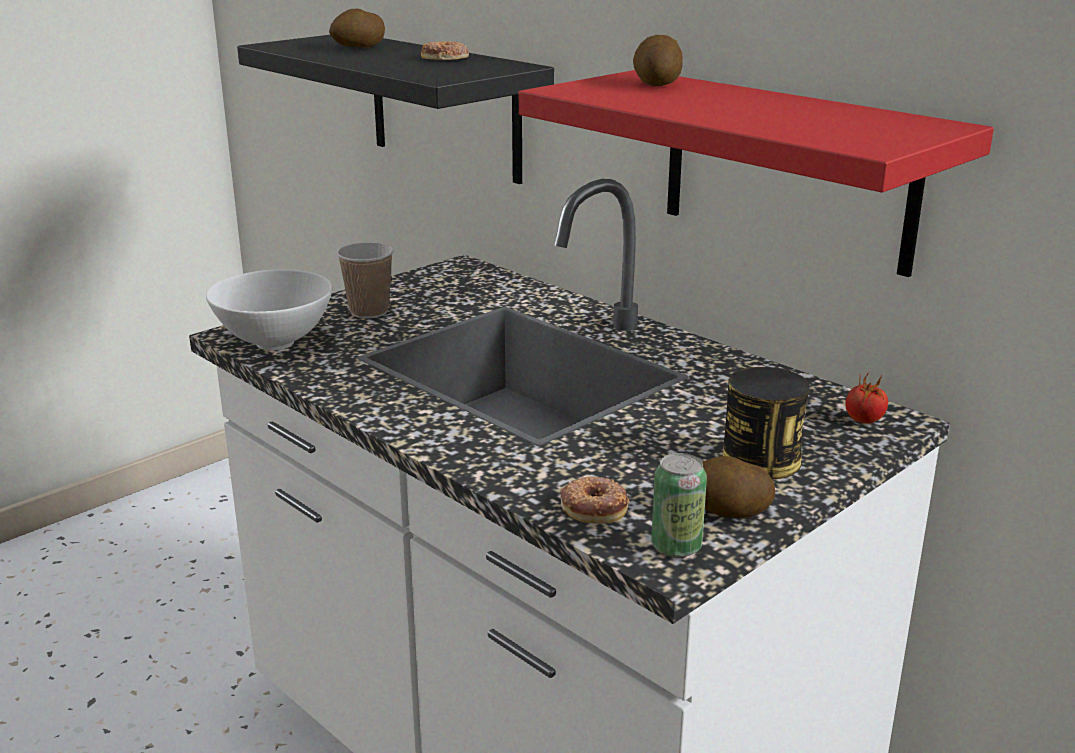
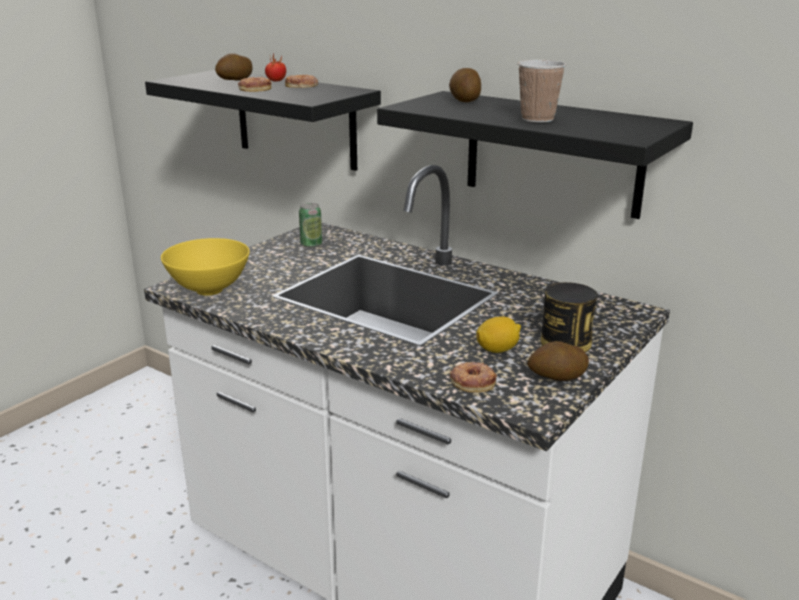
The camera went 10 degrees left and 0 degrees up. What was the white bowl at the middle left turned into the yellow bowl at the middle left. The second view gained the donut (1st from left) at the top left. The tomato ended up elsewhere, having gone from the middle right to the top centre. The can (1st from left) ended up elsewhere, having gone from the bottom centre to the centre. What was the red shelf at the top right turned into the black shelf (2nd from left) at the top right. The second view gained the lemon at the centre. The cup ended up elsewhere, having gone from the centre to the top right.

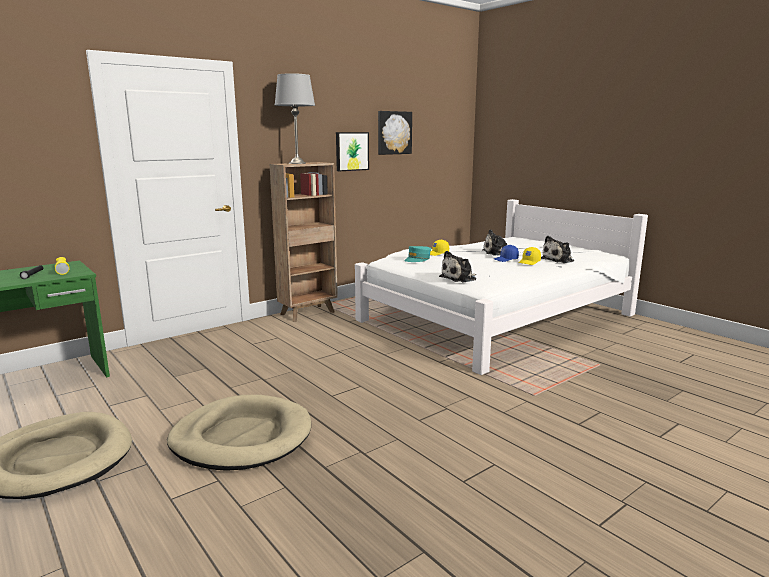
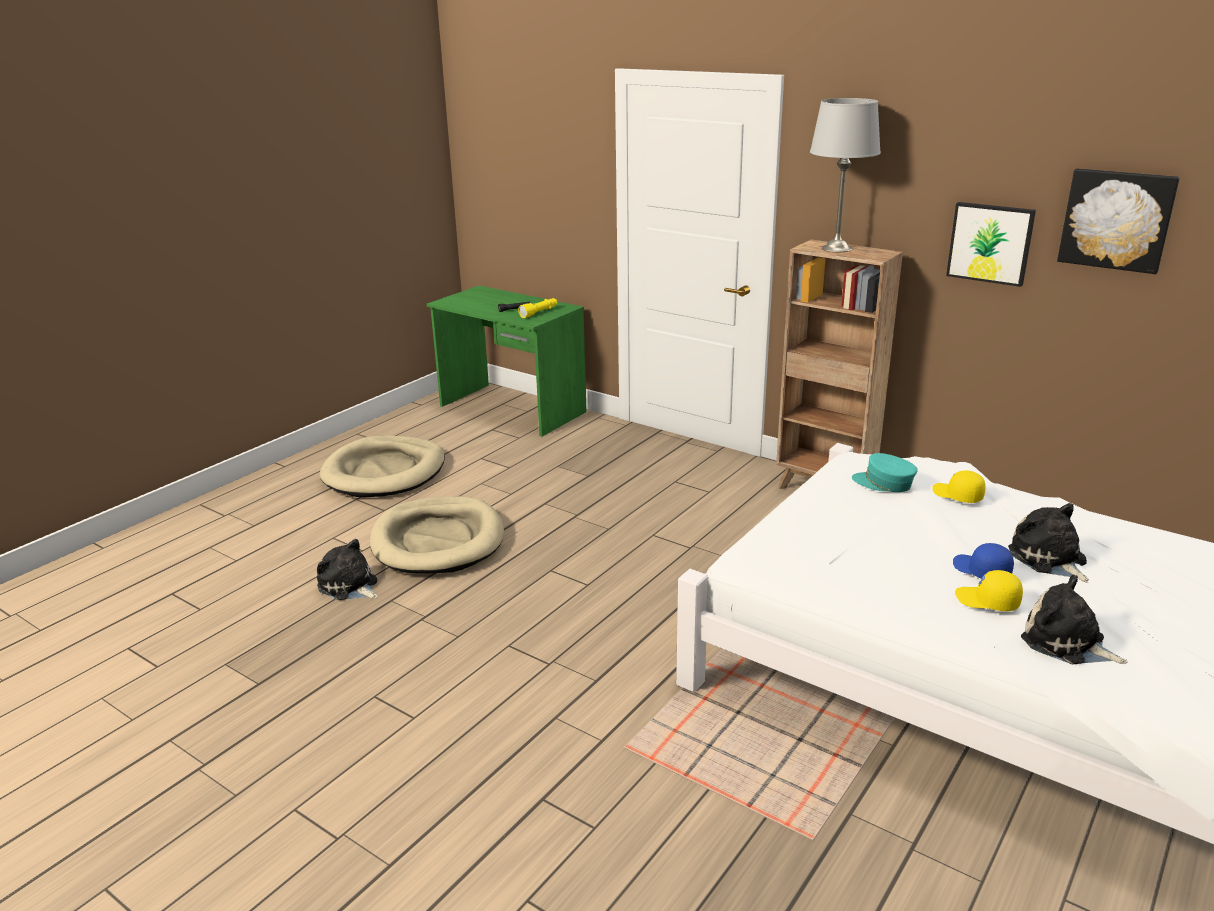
The camera went 75 degrees right and 10 degrees up. The plush toy (1st from left) ended up elsewhere, having gone from the centre to the middle left.

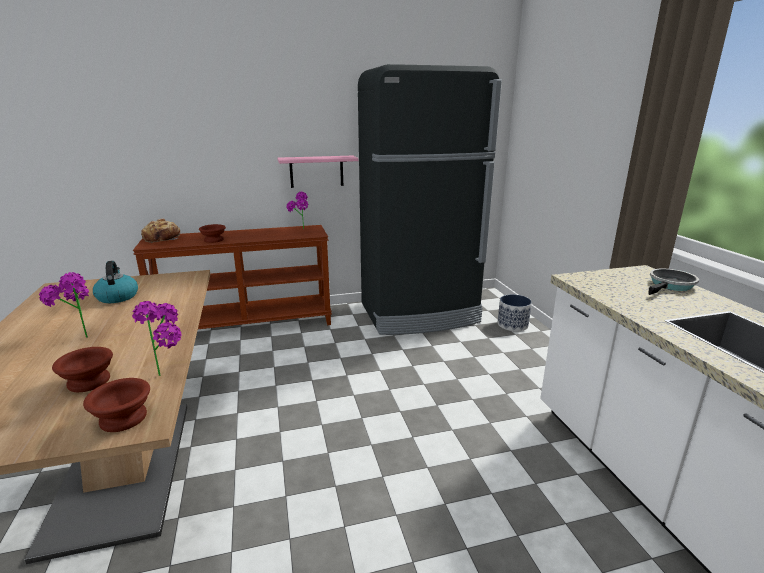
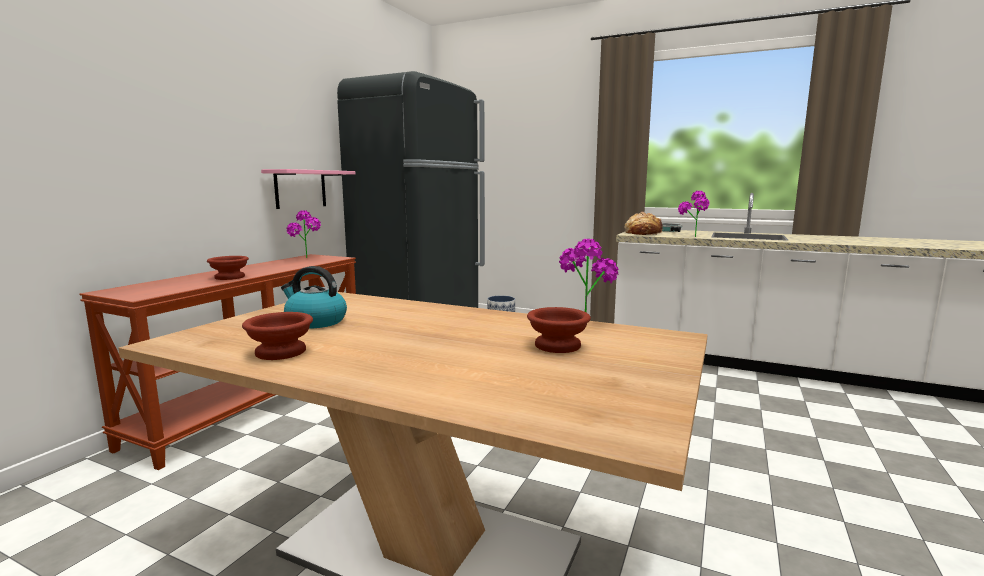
The camera went 50 degrees left and 10 degrees down. The brown bowl (2nd from left) ended up elsewhere, having gone from the bottom left to the middle left. The bread ended up elsewhere, having gone from the middle left to the centre. The potted plant (1st from left in the first image) ended up elsewhere, having gone from the middle left to the middle right.

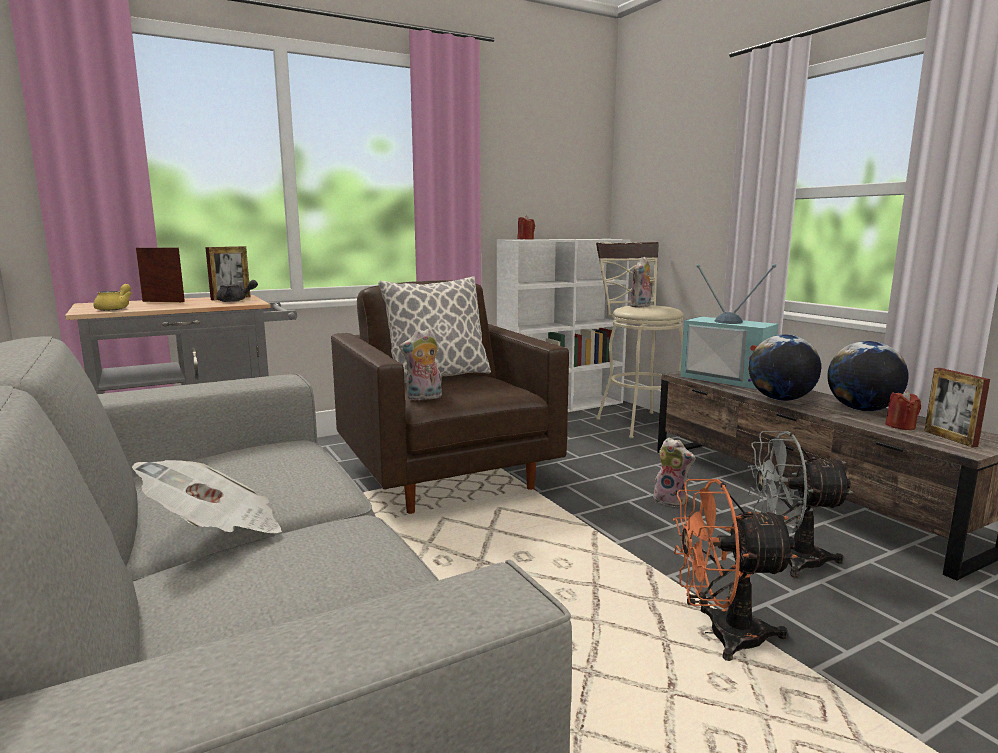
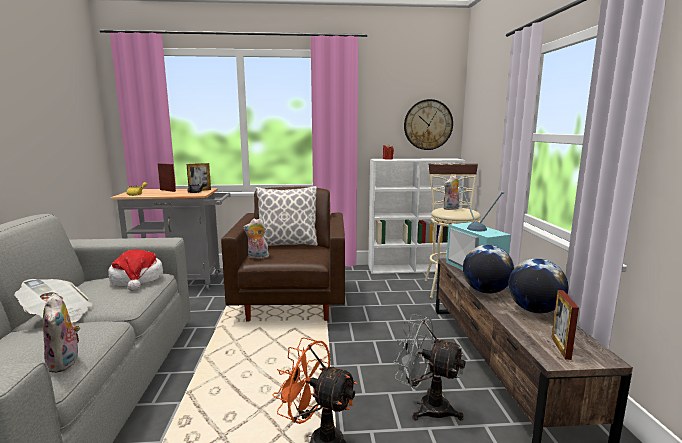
The camera went 25 degrees right and 0 degrees up. The plush toy (3rd from left in the first image) ended up elsewhere, having gone from the middle right to the bottom left. The second view gained the hat at the middle left. The second view gained the wall clock at the top centre. The second view lost the red candle (2nd from left) at the middle right.

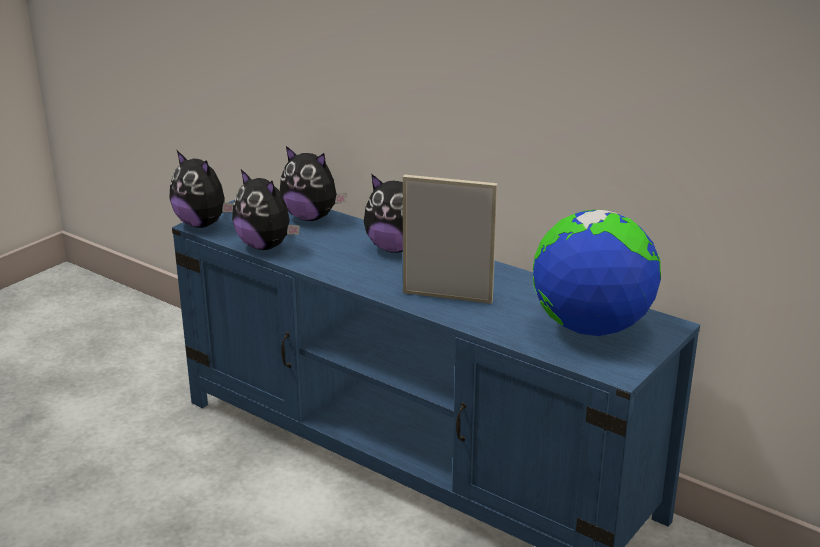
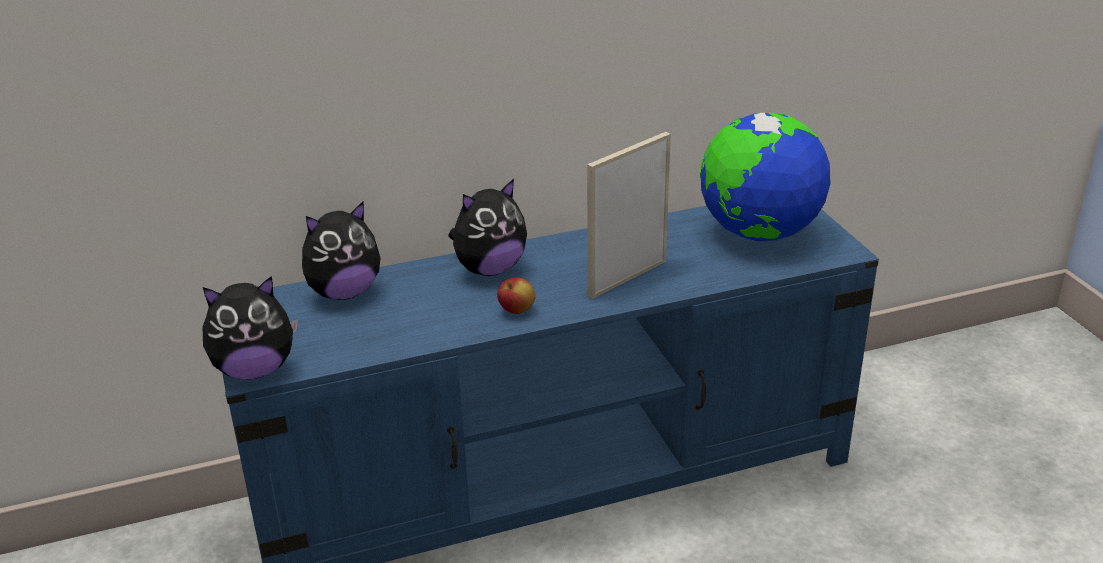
The camera went 55 degrees left and 5 degrees up. The second view gained the apple at the centre. The second view lost the plush toy (2nd from left) at the middle left.

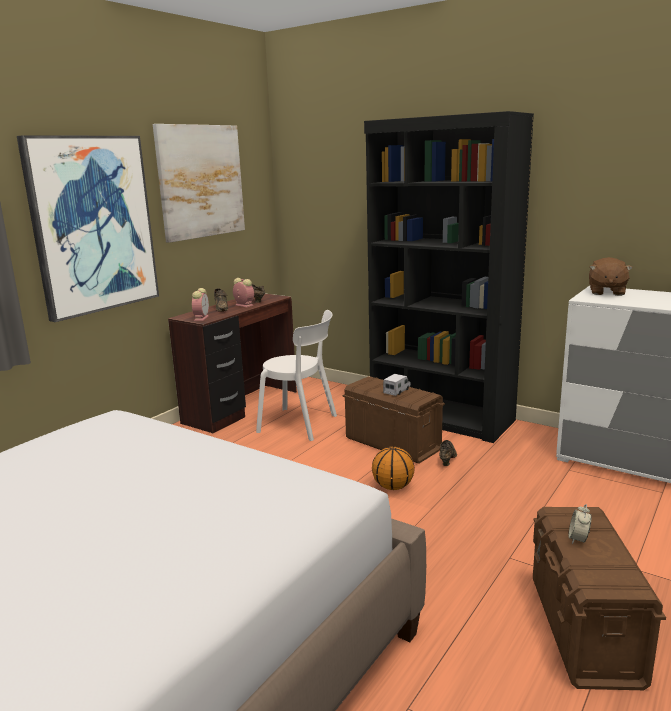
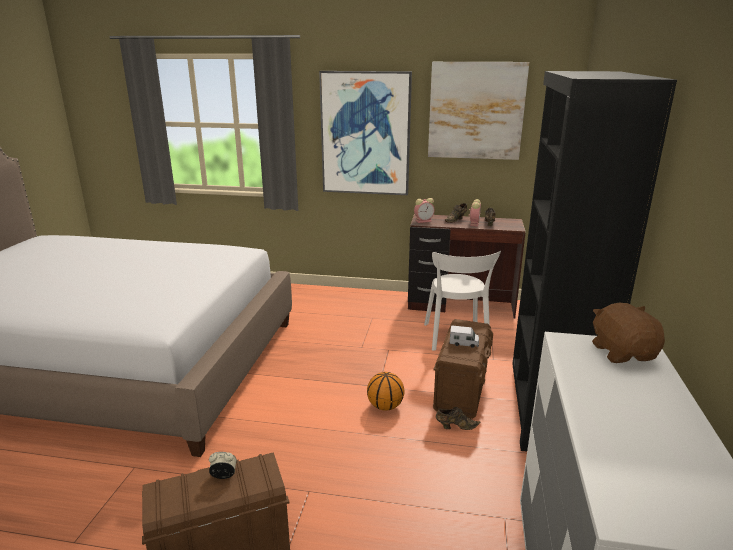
The camera went 65 degrees right and 5 degrees up. The brown plush toy at the middle right ended up facing another way, 90 degrees clockwise from before.

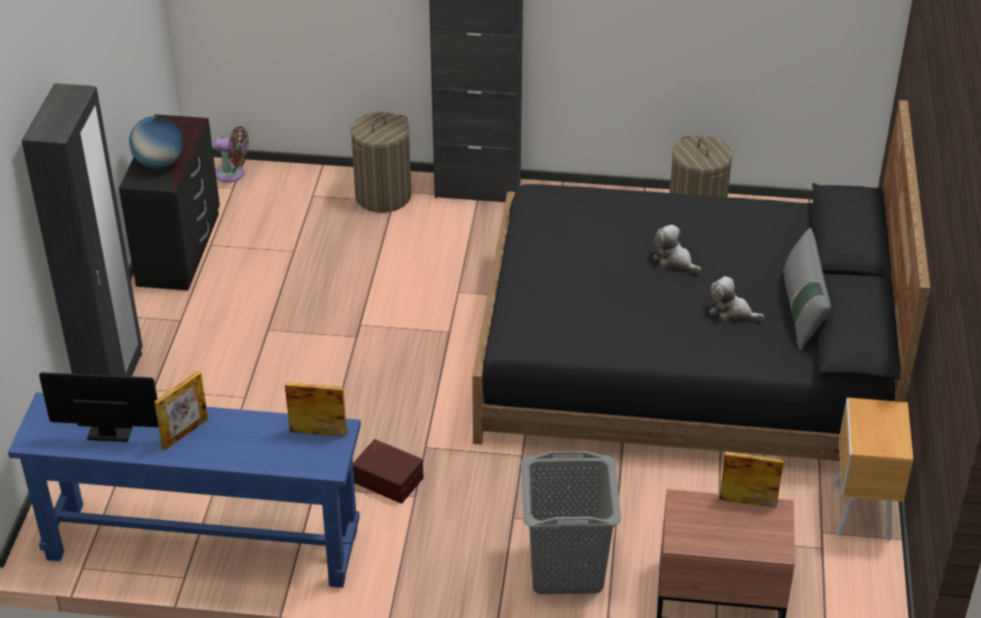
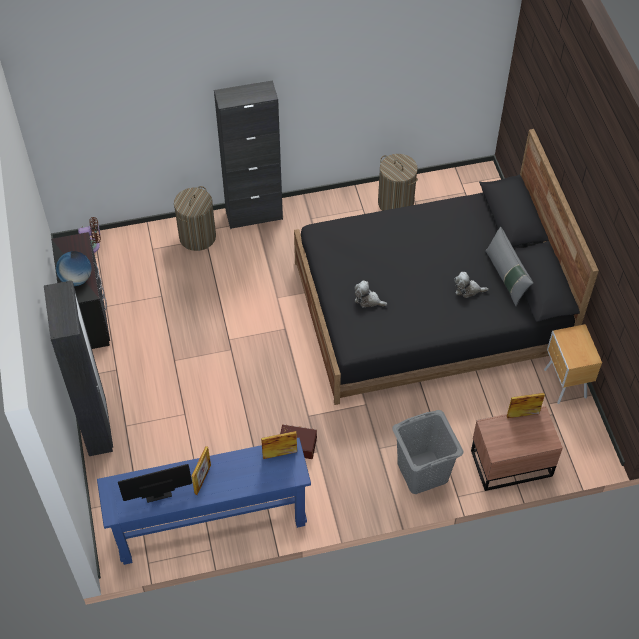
The camera went 20 degrees left and 15 degrees up. The plush toy (1st from left) ended up elsewhere, having gone from the middle right to the centre.

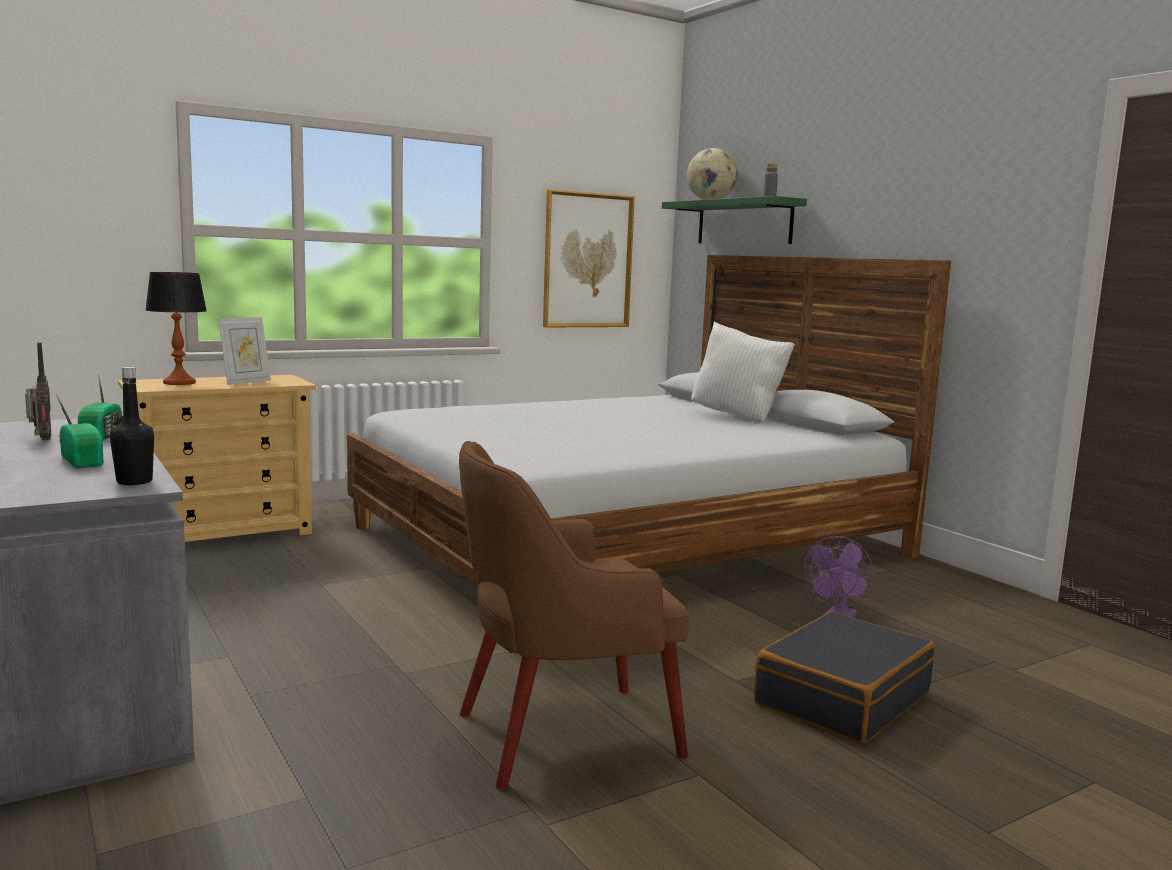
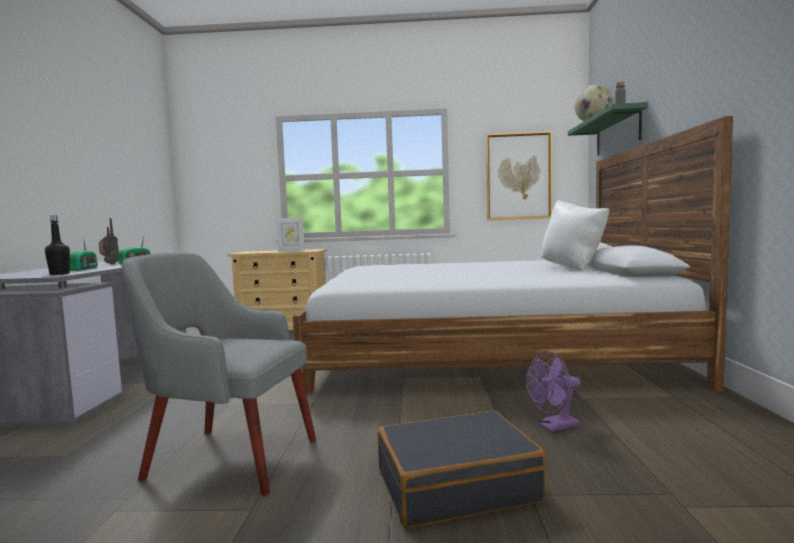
The camera went 35 degrees right and 5 degrees down. What was the brown armchair at the bottom centre turned into the grey armchair at the bottom left. The second view lost the table lamp at the middle left.

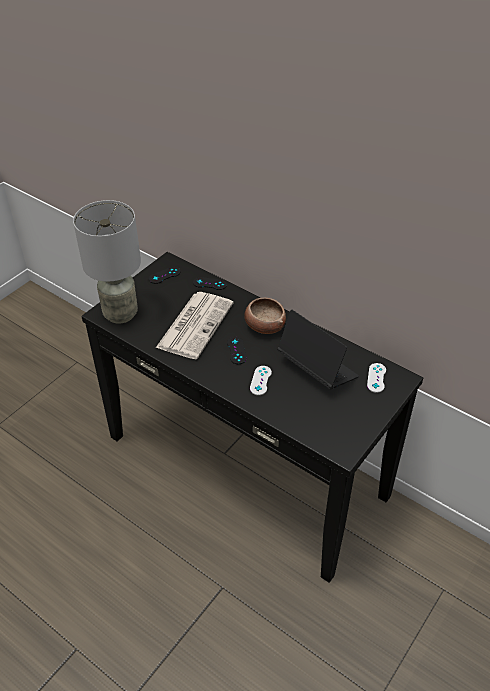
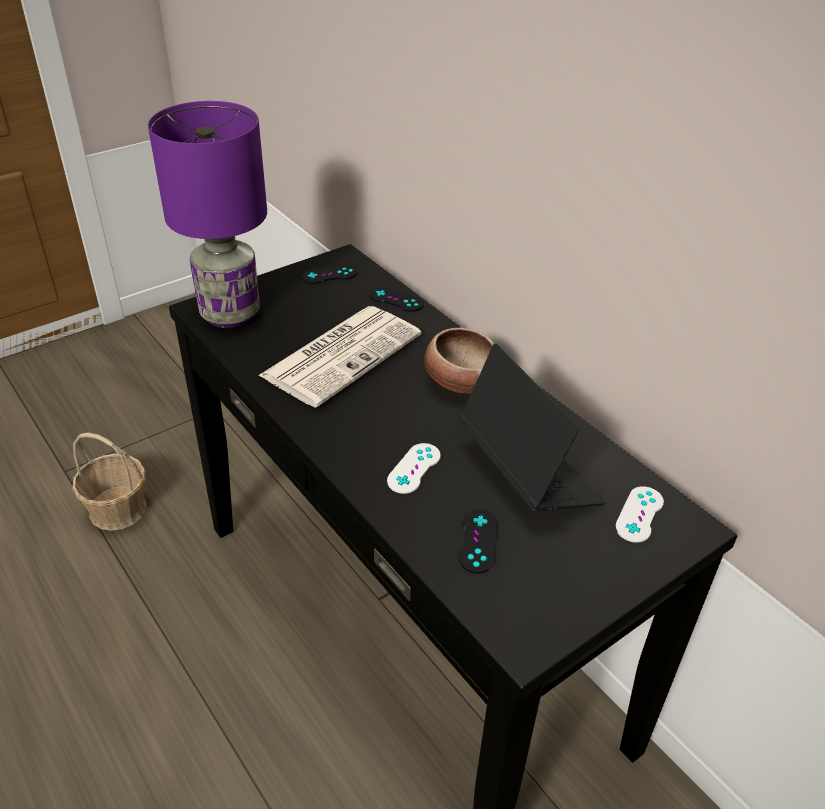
The camera went 15 degrees right and 5 degrees down. The second view gained the basket at the middle left. What was the grey table lamp at the middle left turned into the purple table lamp at the top left. The black game controller (3rd from left) ended up elsewhere, having gone from the centre to the bottom centre.

